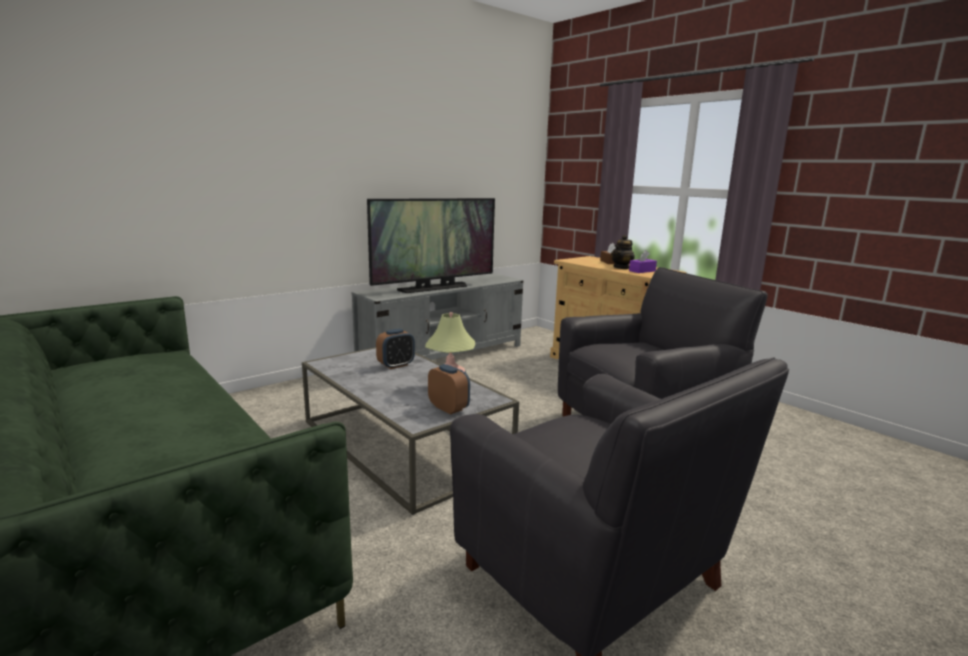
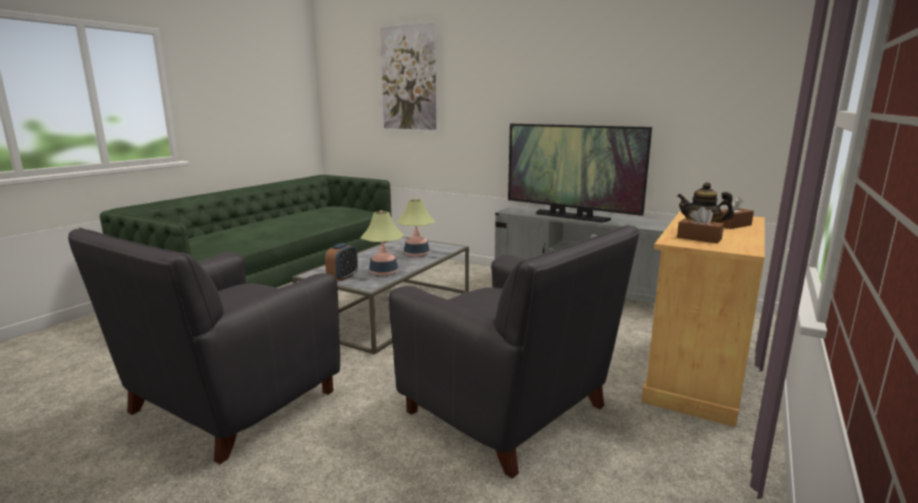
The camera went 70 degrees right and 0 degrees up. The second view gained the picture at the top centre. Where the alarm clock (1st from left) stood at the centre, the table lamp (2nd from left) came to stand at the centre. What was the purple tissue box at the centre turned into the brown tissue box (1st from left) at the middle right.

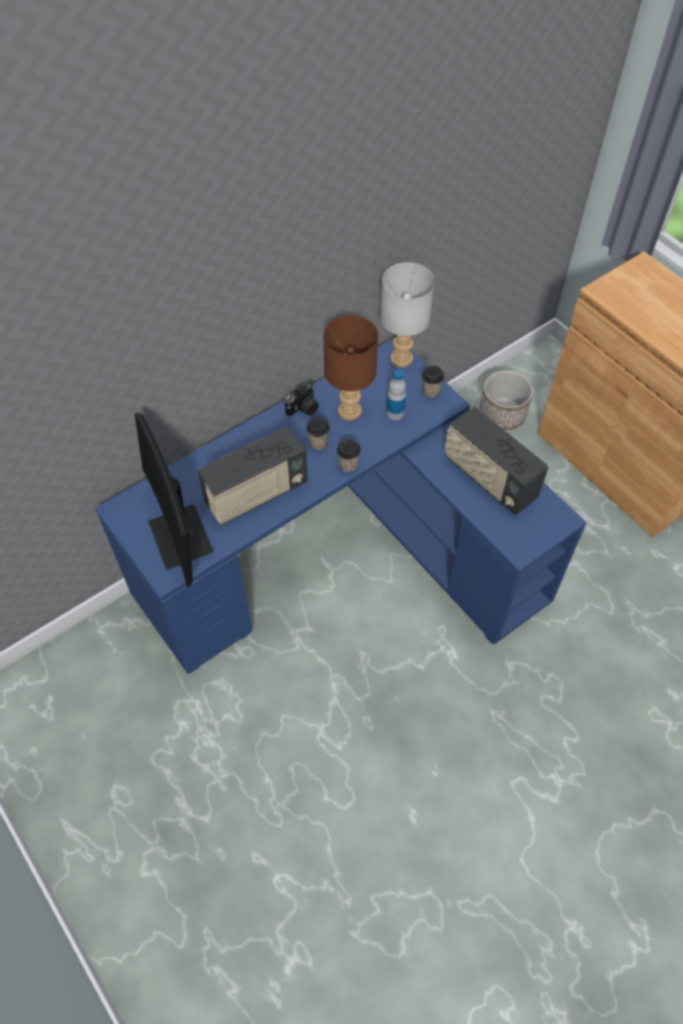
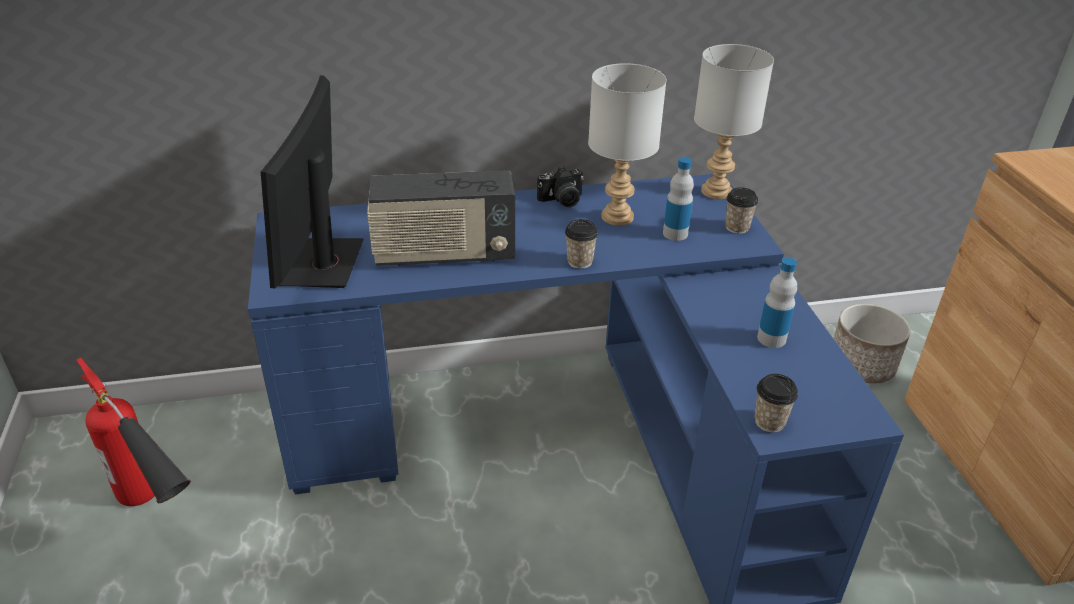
The camera went 25 degrees right and 20 degrees down. The second view gained the fire extinguisher at the bottom left. What was the brown table lamp at the centre turned into the grey table lamp (1st from left) at the top centre. The cup (1st from left in the first image) ended up elsewhere, having gone from the centre to the bottom right. Where the radio (2nd from left) stood at the middle right, the bottle (2nd from left) came to stand at the middle right.

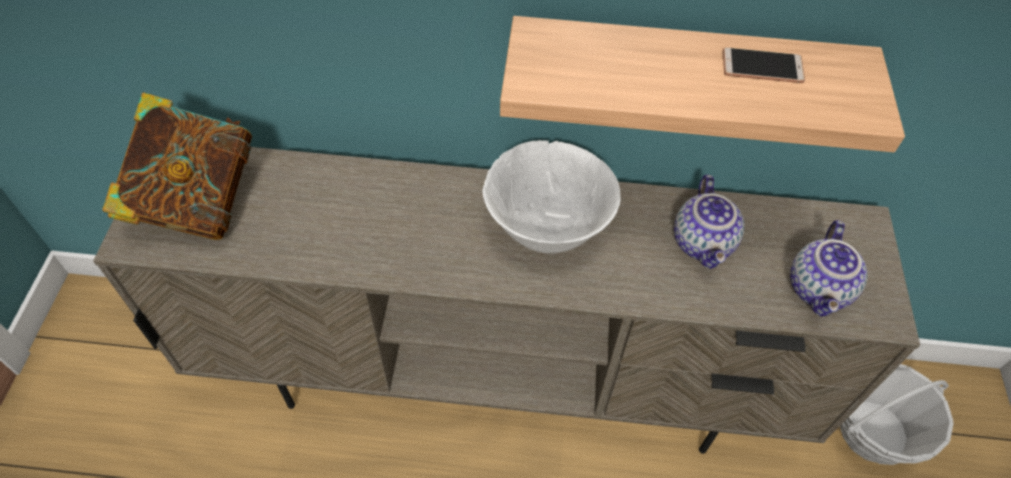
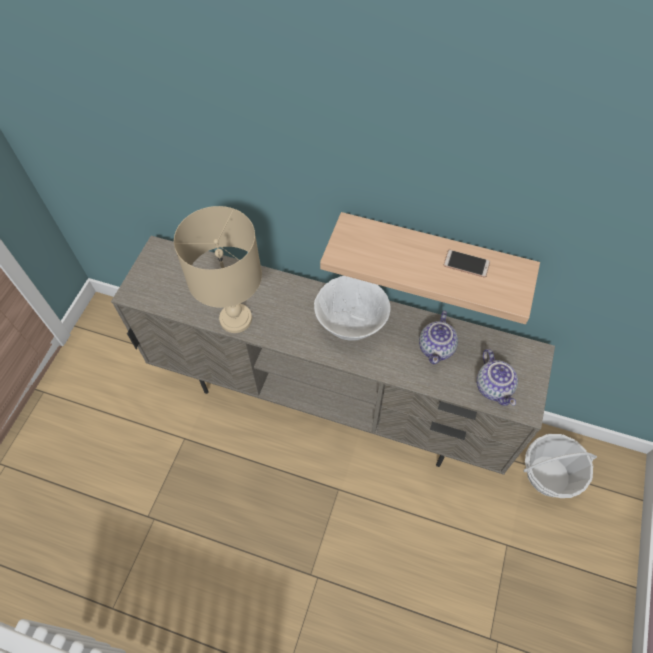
The camera went 15 degrees right and 5 degrees up. The second view gained the beige table lamp at the centre. The teapot (2nd from left) at the middle right ended up facing another way, 45 degrees counterclockwise from before. The second view lost the book at the middle left.

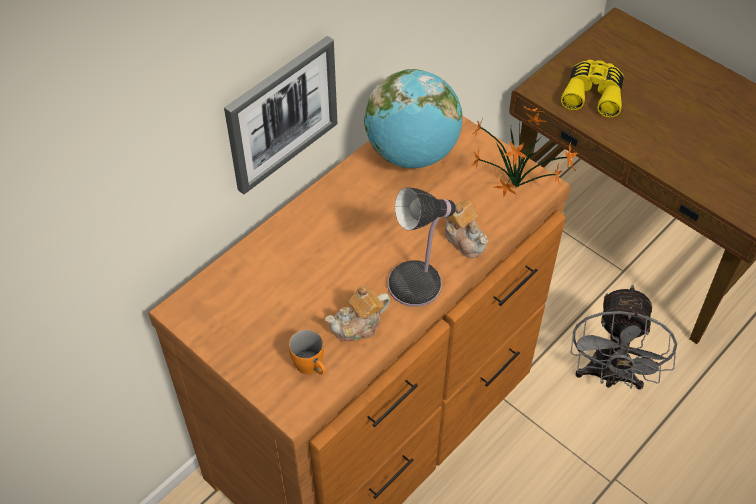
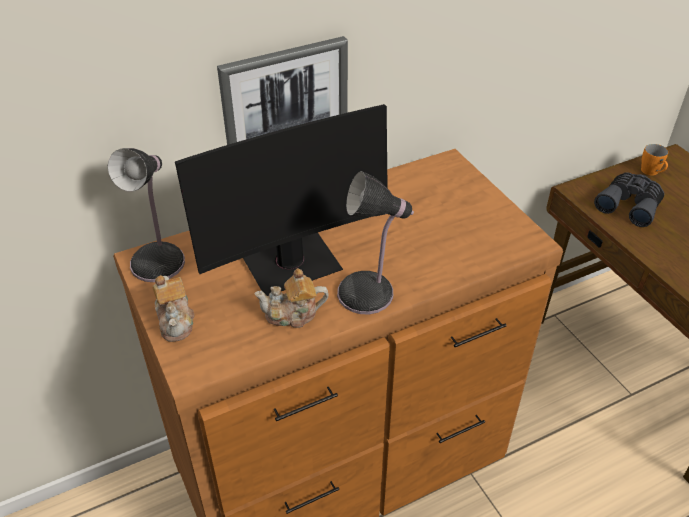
The camera went 20 degrees right and 10 degrees down. The second view gained the table lamp (1st from left) at the middle left. The teapot (2nd from left in the first image) ended up elsewhere, having gone from the centre to the middle left. The second view gained the monitor at the centre. What was the yellow binoculars at the top right turned into the grey binoculars at the middle right. The orange mug ended up elsewhere, having gone from the bottom centre to the top right. The second view lost the globe at the top centre. The second view lost the potted plant at the top right. The second view lost the grey fan at the bottom right.

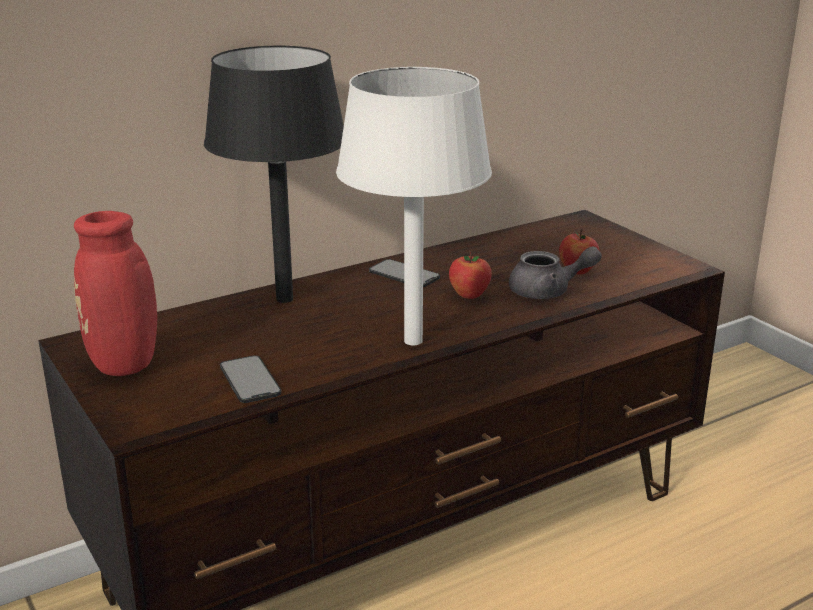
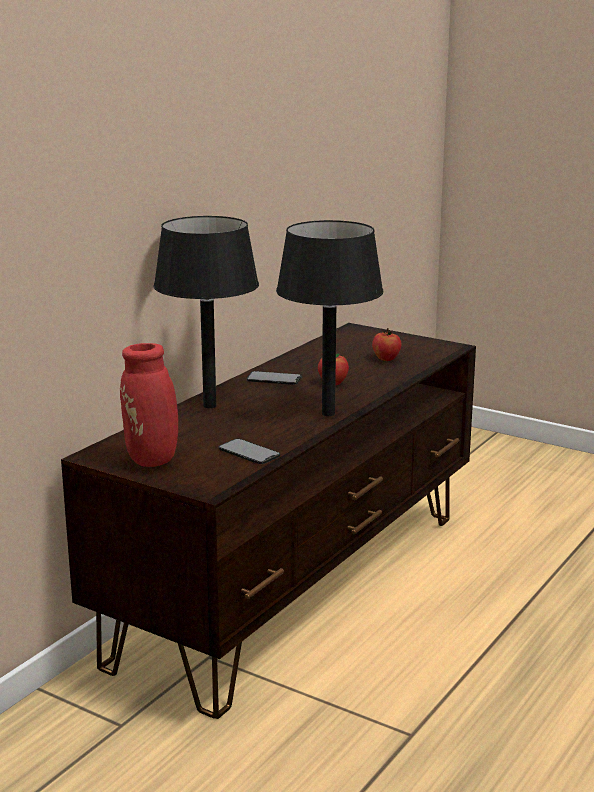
The camera went 25 degrees left and 5 degrees down. What was the white table lamp at the centre turned into the black table lamp (2nd from left) at the centre. The second view lost the grey teapot at the middle right.

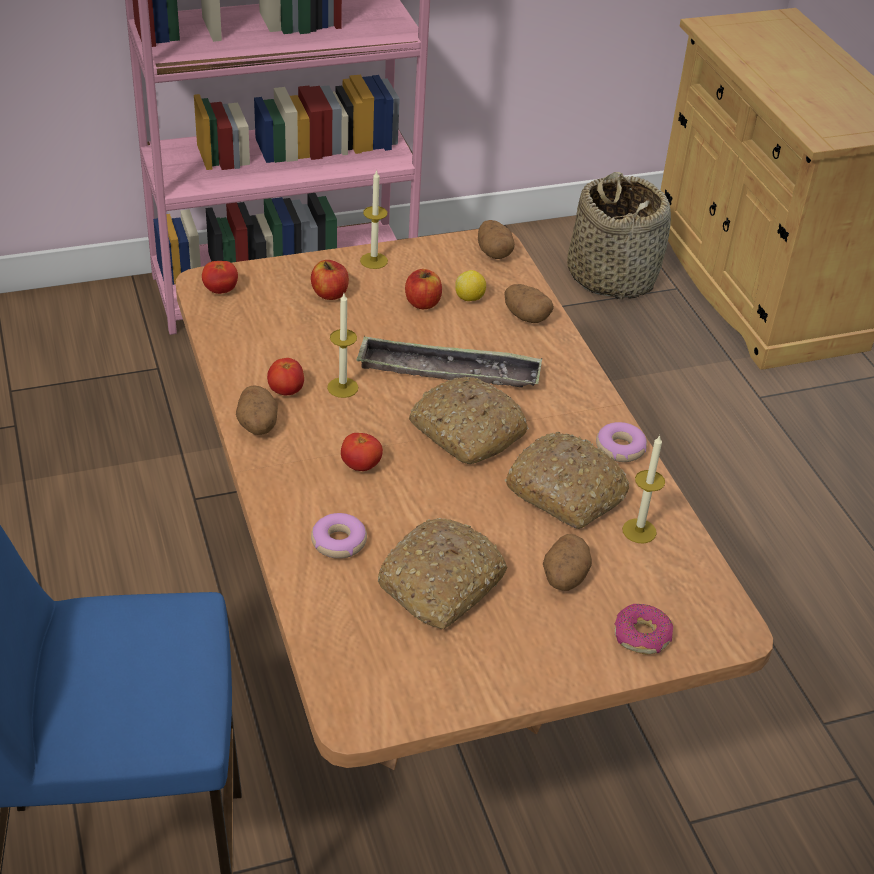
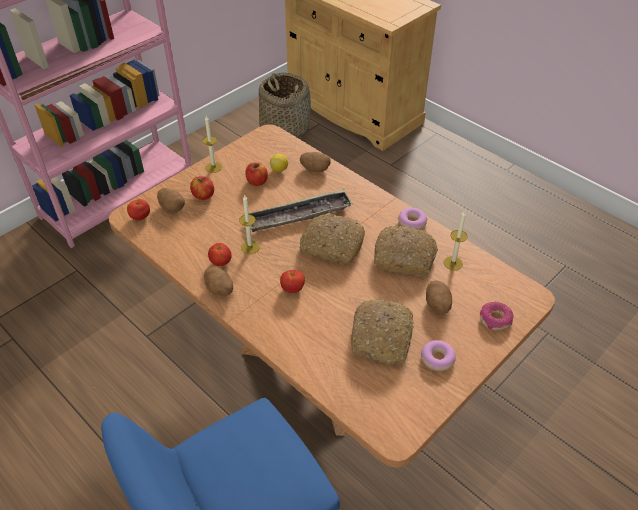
The camera went 25 degrees left and 5 degrees up. The potato (2nd from left in the first image) ended up elsewhere, having gone from the top centre to the middle left. The donut (1st from left in the first image) ended up elsewhere, having gone from the centre to the bottom right.

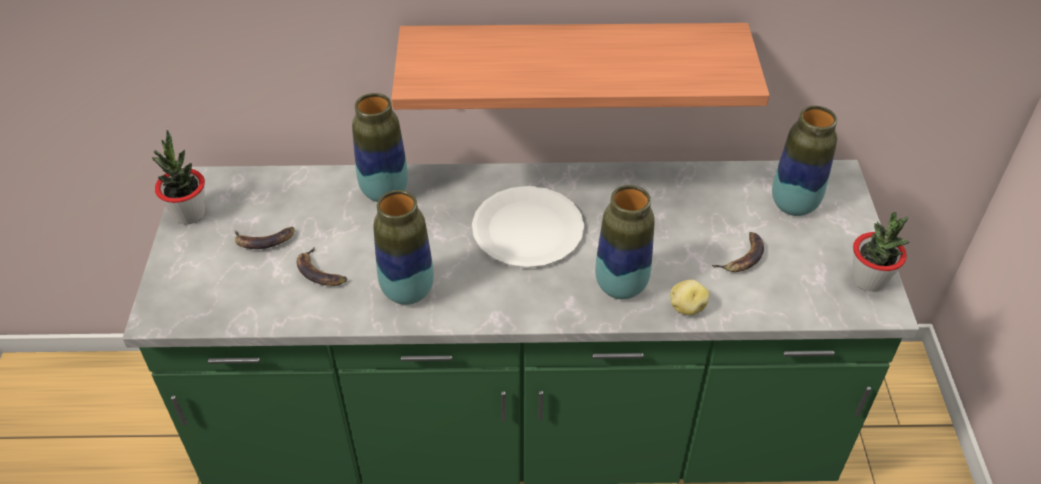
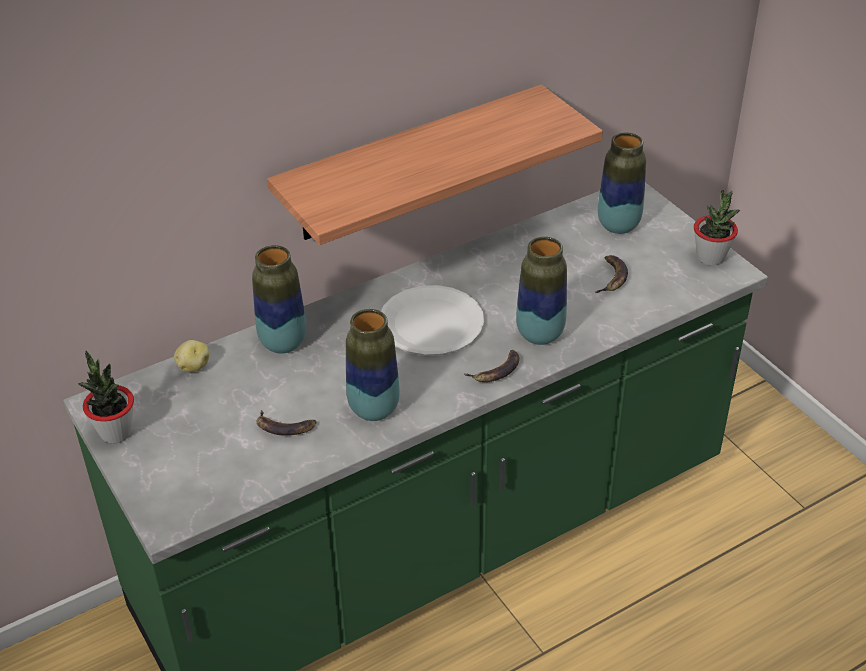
The camera went 30 degrees left and 5 degrees down. The potato ended up elsewhere, having gone from the centre to the middle left. The banana (1st from left in the first image) ended up elsewhere, having gone from the middle left to the centre.

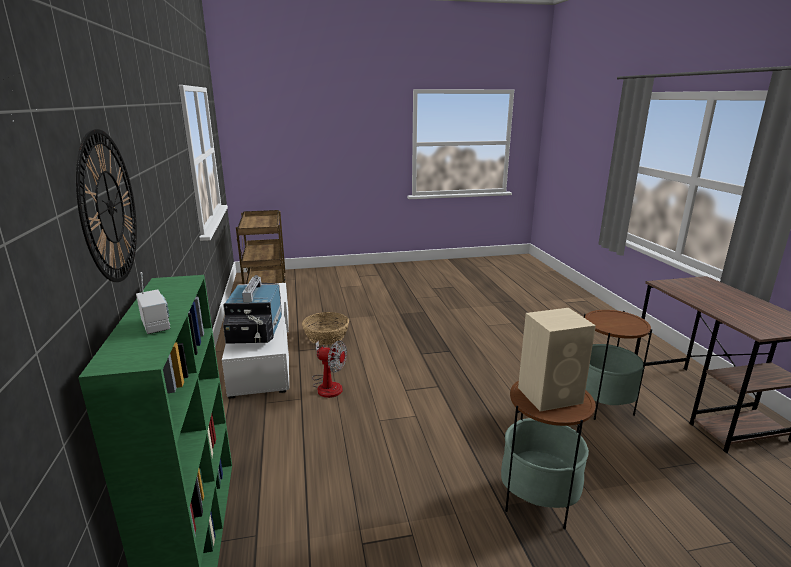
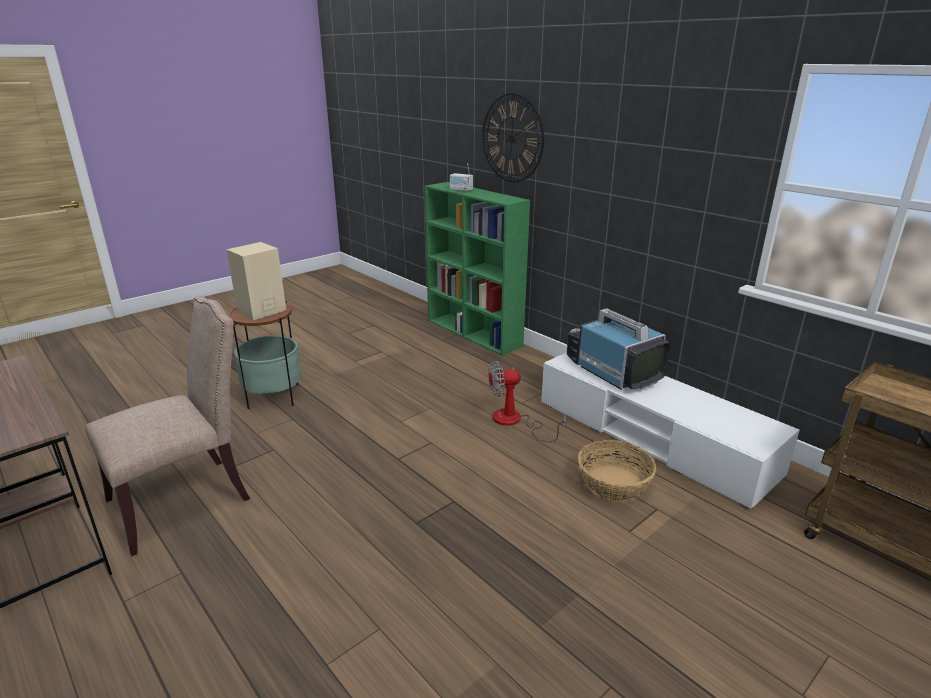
The camera went 150 degrees right and 5 degrees up. Where the side table (2nd from left) stood at the middle right, the beige chair came to stand at the middle left.

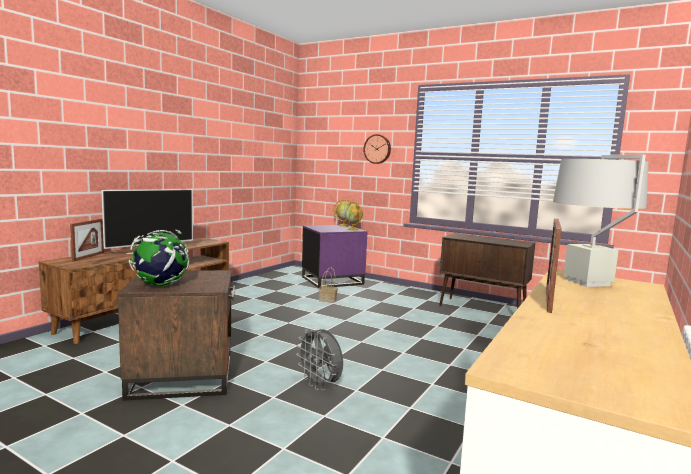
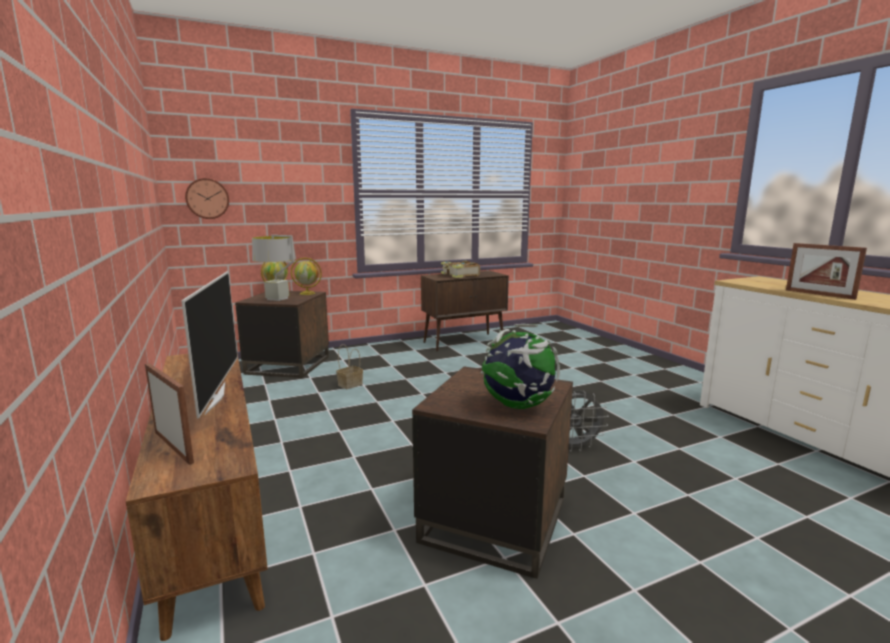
The camera went 55 degrees left and 5 degrees up. The wall clock ended up elsewhere, having gone from the top centre to the top left. What was the purple side table at the centre turned into the brown side table (1st from left) at the middle left. The grey table lamp ended up elsewhere, having gone from the middle right to the middle left. The second view gained the book at the centre.

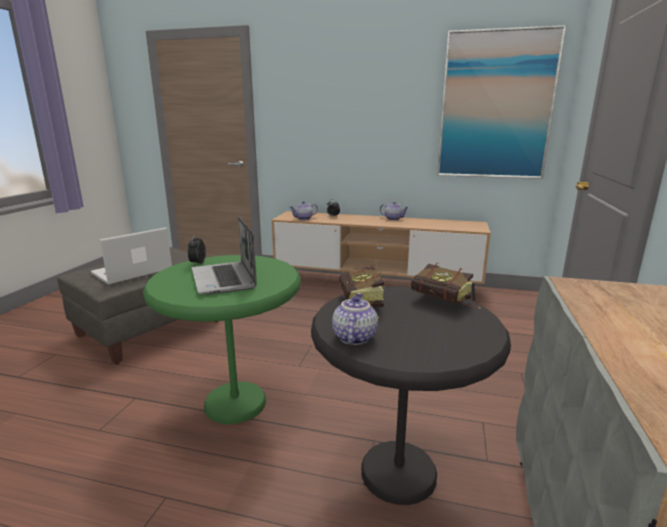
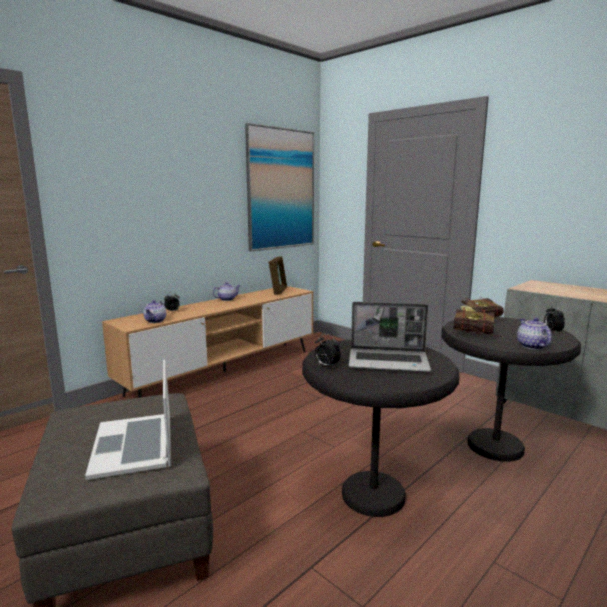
The camera went 60 degrees left and 5 degrees down. The second view gained the picture frame at the centre. What was the green side table at the middle left turned into the black side table (1st from left) at the bottom centre. The teapot (2nd from left in the first image) at the centre ended up facing another way, 45 degrees clockwise from before. The second view gained the alarm clock (3rd from left) at the middle right.

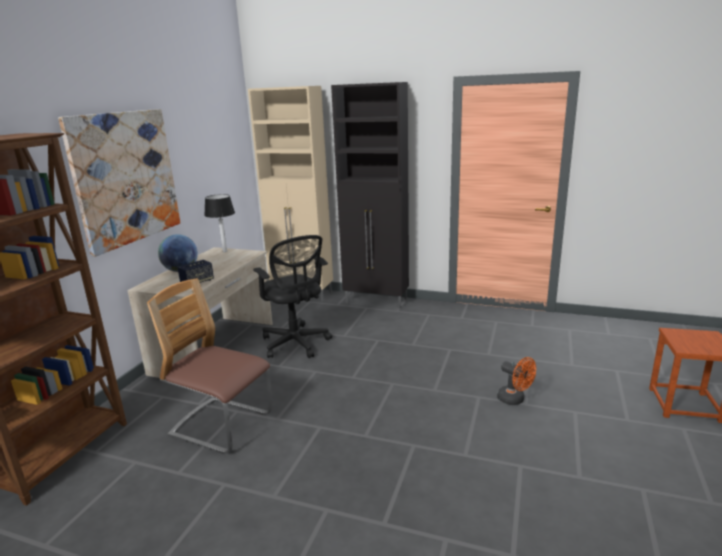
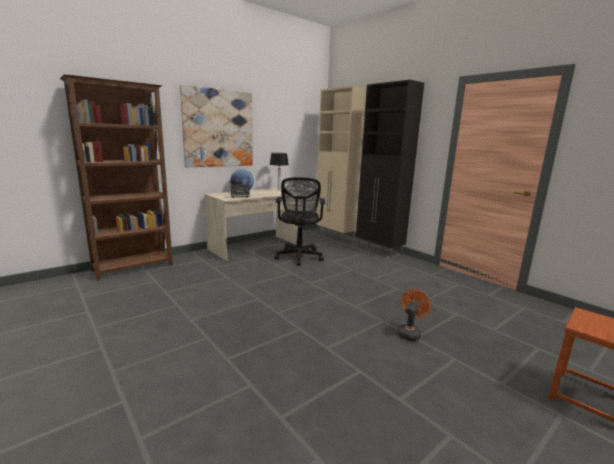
The camera went 30 degrees right and 5 degrees down. The orange fan at the bottom right ended up facing another way, 135 degrees counterclockwise from before. The second view lost the chair at the middle left.

